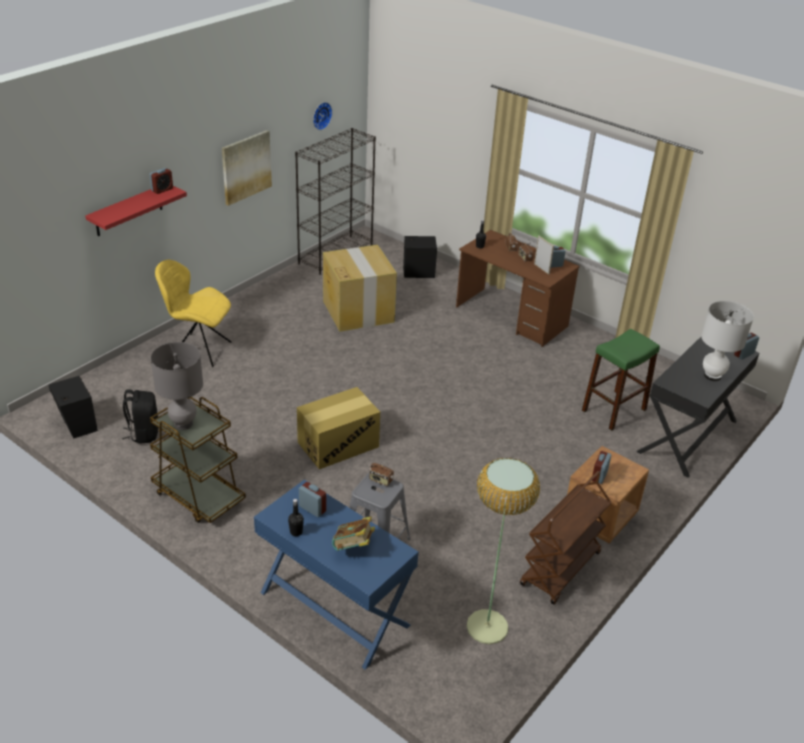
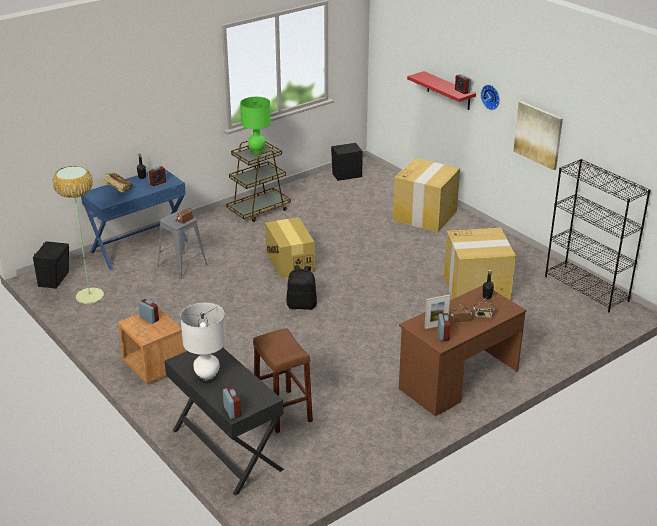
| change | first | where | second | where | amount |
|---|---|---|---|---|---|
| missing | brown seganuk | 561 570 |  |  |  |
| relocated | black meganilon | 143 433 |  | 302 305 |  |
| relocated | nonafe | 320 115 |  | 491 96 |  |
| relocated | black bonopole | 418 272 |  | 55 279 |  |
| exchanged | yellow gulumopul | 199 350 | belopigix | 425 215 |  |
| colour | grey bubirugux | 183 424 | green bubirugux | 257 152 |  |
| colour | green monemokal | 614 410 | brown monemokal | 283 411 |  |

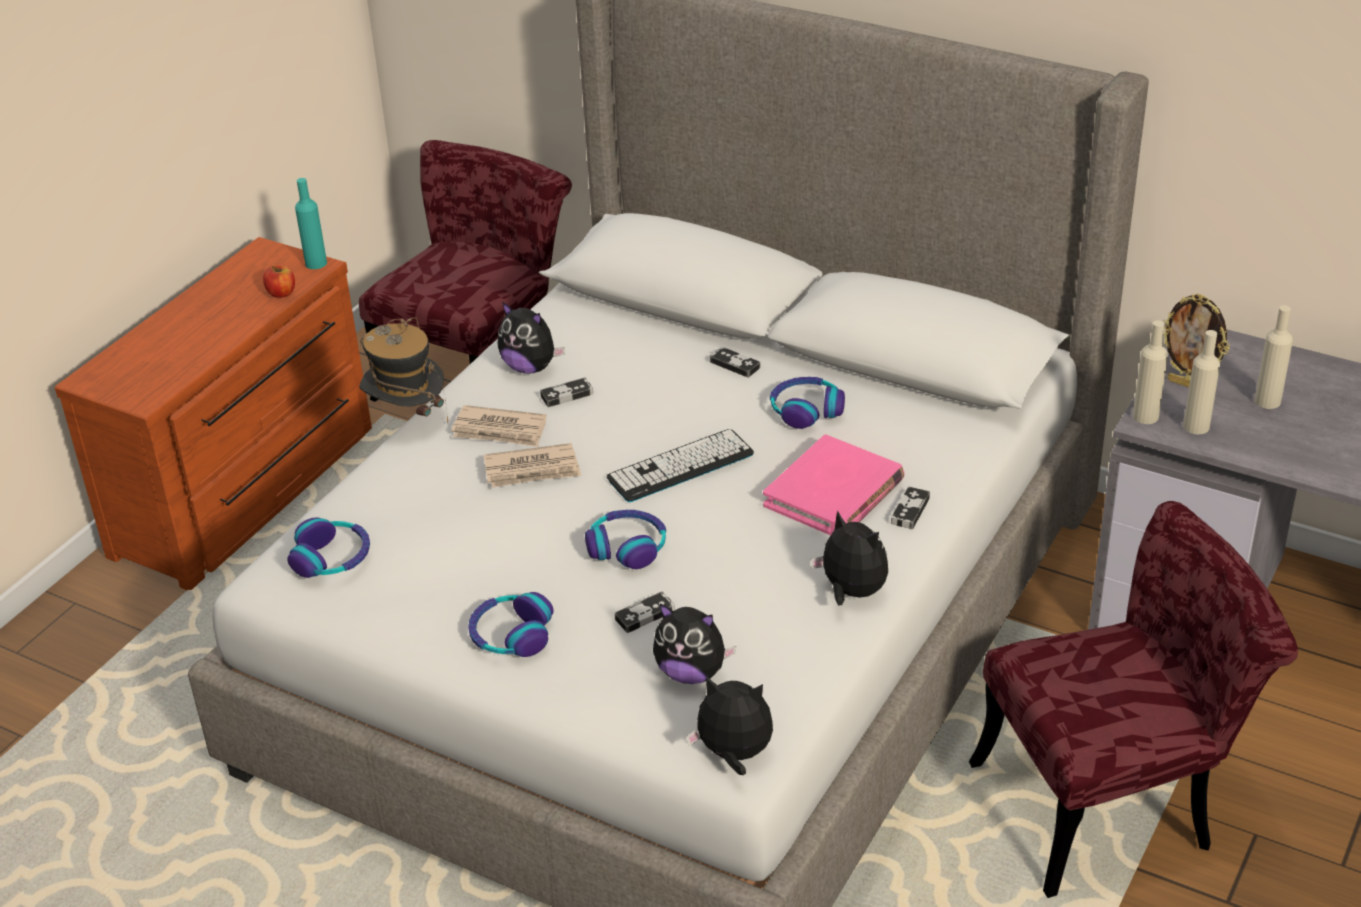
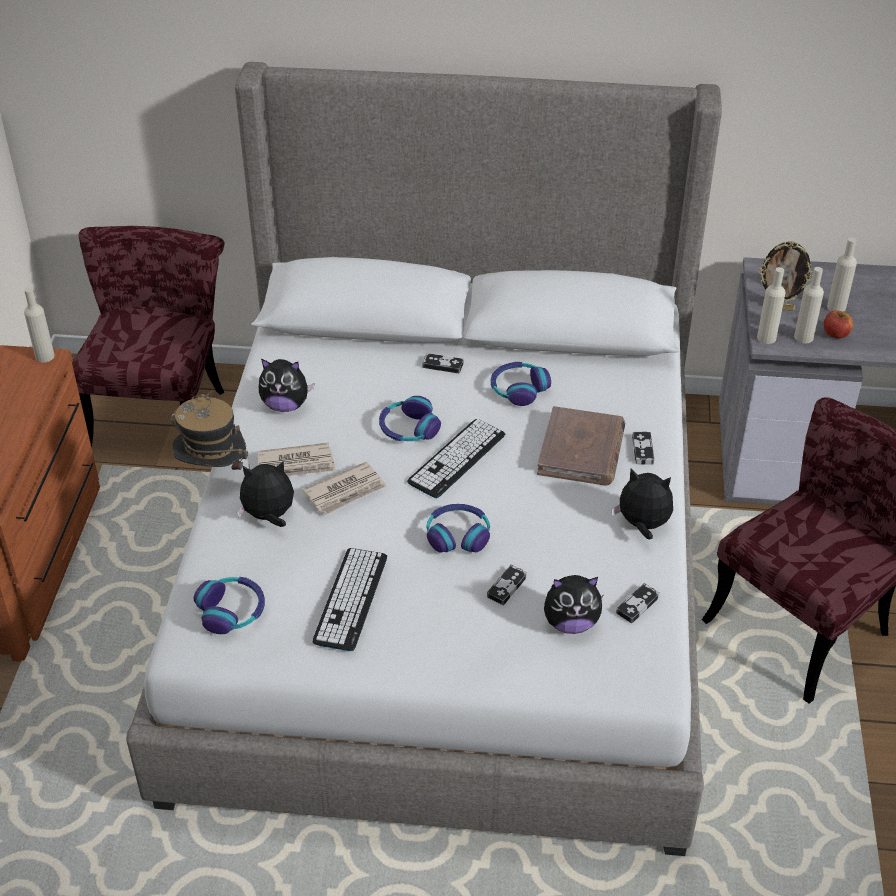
| change | first | where | second | where | amount |
|---|---|---|---|---|---|
| appeared |  |  | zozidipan | 351 599 |  |
| relocated | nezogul | 281 293 |  | 836 334 |  |
| relocated | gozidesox | 511 635 |  | 408 428 |  |
| relocated | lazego | 567 395 |  | 637 605 |  |
| relocated | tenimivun | 734 755 |  | 269 516 |  |
| colour | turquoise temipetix | 316 263 | beige temipetix | 45 356 |  |
| colour | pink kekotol | 834 493 | brown kekotol | 581 450 |  |

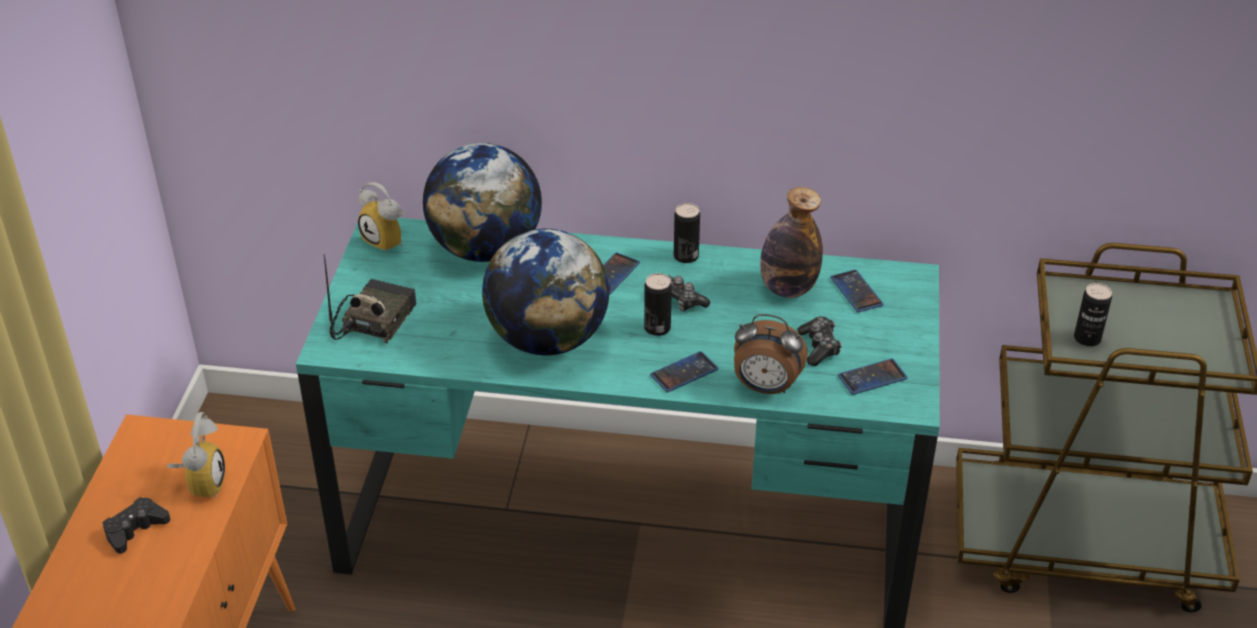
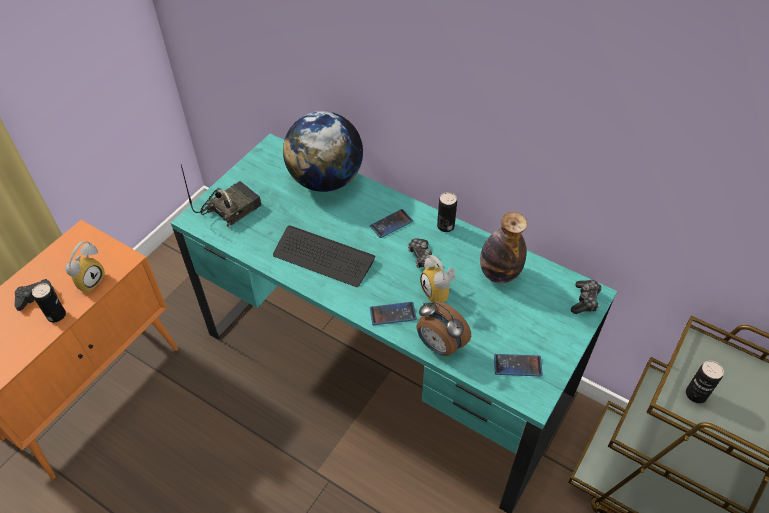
| change | first | where | second | where | amount |
|---|---|---|---|---|---|
| missing | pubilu | 856 292 |  |  |  |
| relocated | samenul | 388 240 |  | 440 293 |  |
| relocated | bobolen | 657 328 |  | 56 315 |  |
| relocated | lazego | 819 347 |  | 585 300 |  |
| exchanged | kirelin | 548 339 | zozidipan | 323 257 |  |

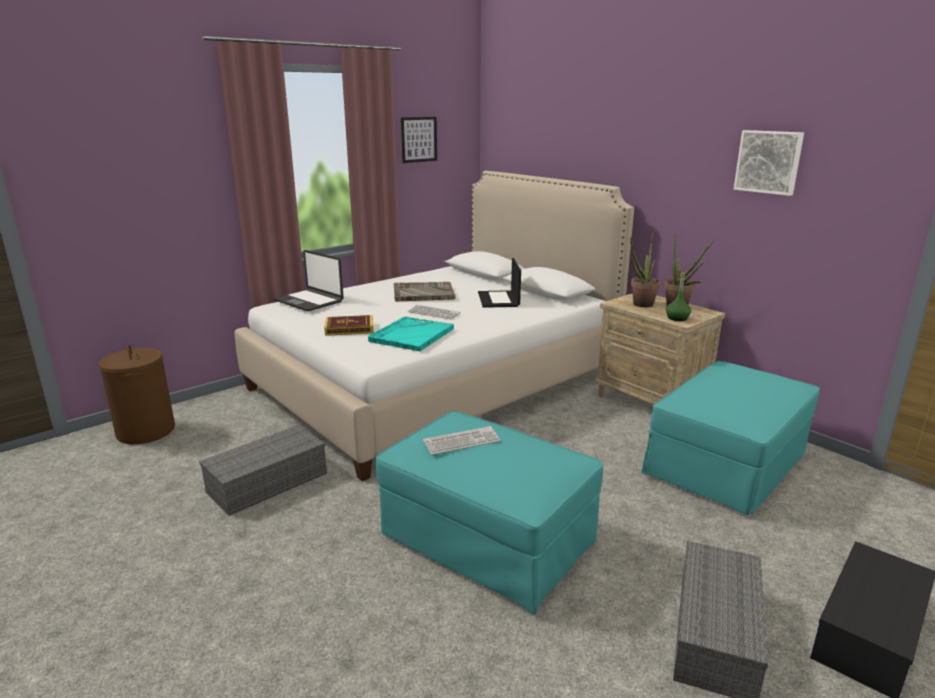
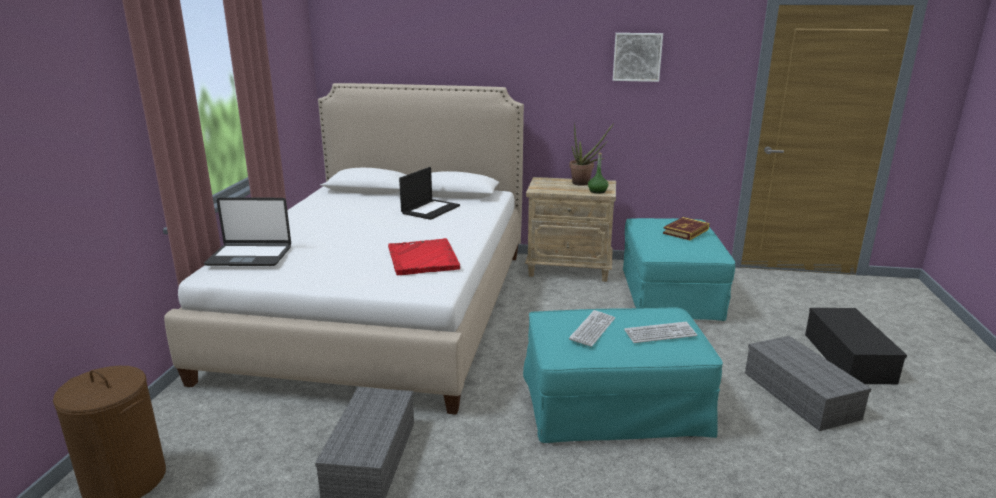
| change | first | where | second | where | amount |
|---|---|---|---|---|---|
| missing | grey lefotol | 423 293 |  |  |  |
| missing | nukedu | 419 139 |  |  |  |
| missing | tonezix | 640 305 |  |  |  |
| relocated | kekotol | 349 328 |  | 685 231 |  |
| relocated | zozidipan | 434 313 |  | 660 333 |  |
| colour | turquoise lefotol | 411 335 | red lefotol | 423 259 |  |
| spun | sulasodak | 499 299 |  | 430 209 | 105 degrees counterclockwise |

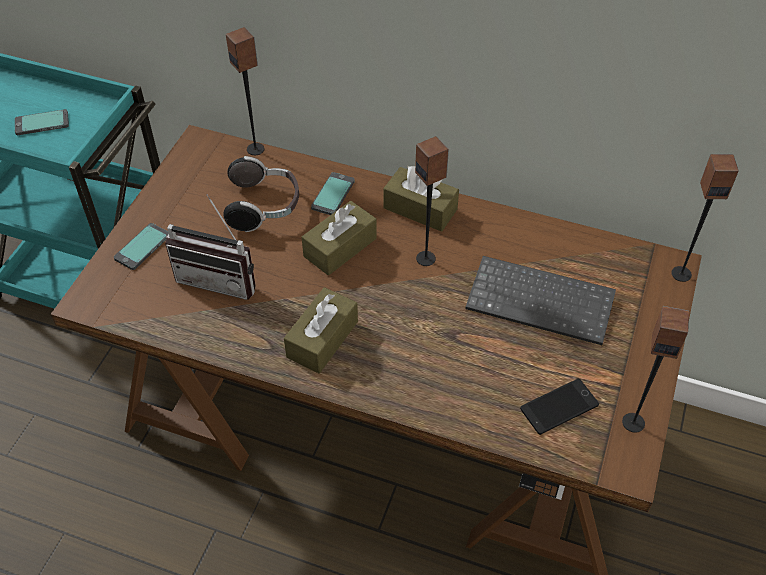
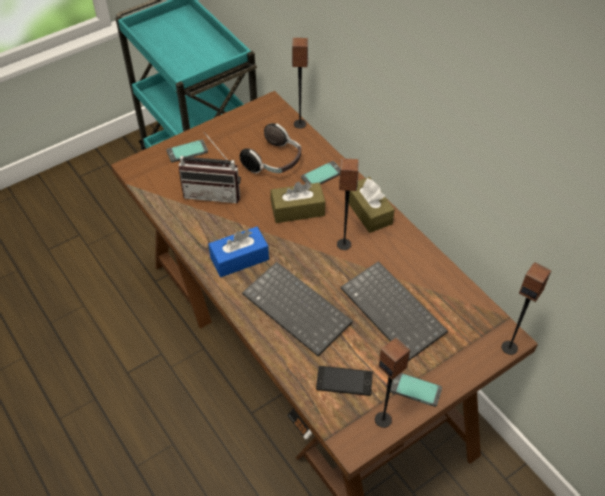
| change | first | where | second | where | amount |
|---|---|---|---|---|---|
| appeared |  |  | zozidipan | 299 309 |  |
| relocated | pubilu | 42 123 |  | 415 390 |  |
| colour | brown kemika | 322 339 | blue kemika | 239 258 |  |
| spun | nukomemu | 220 278 |  | 214 192 | 45 degrees counterclockwise |

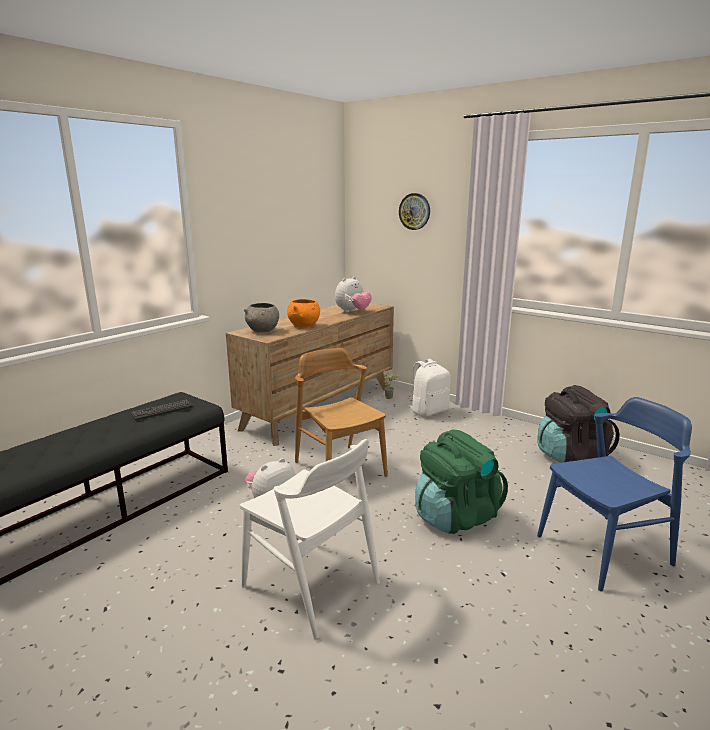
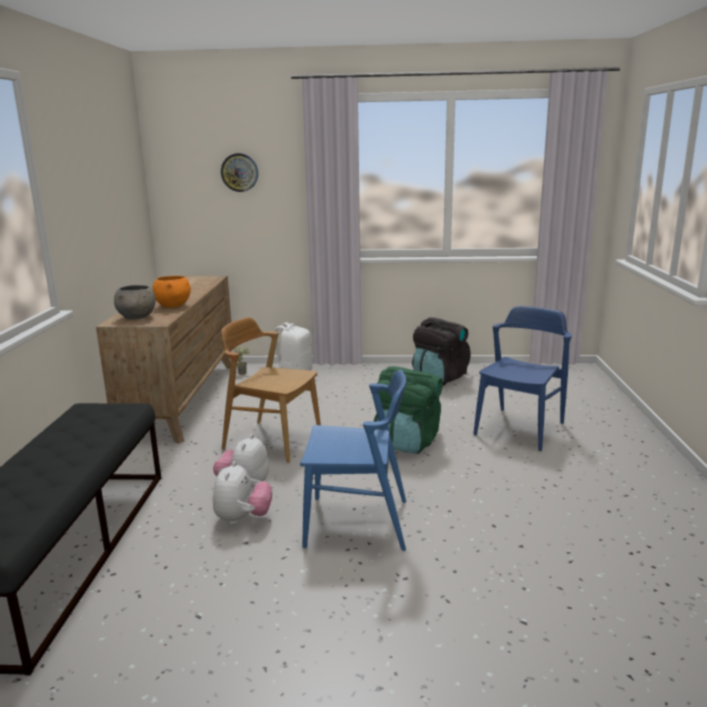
| change | first | where | second | where | amount |
|---|---|---|---|---|---|
| missing | zozidipan | 162 410 |  |  |  |
| relocated | tenimivun | 352 312 |  | 243 519 |  |
| colour | white gulumopul | 311 585 | blue gulumopul | 357 523 |  |

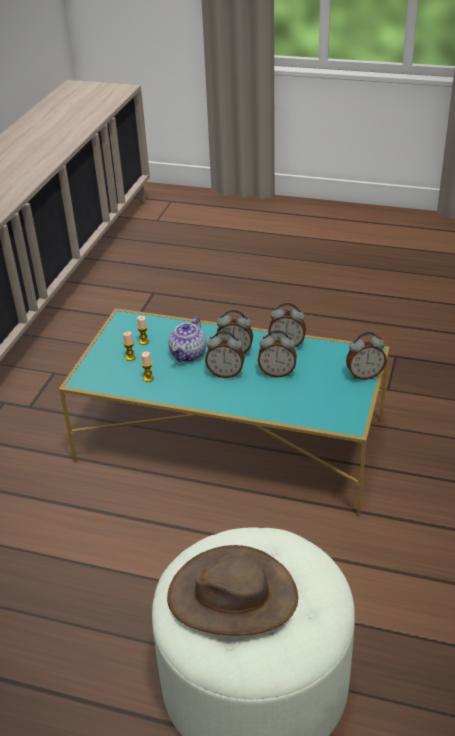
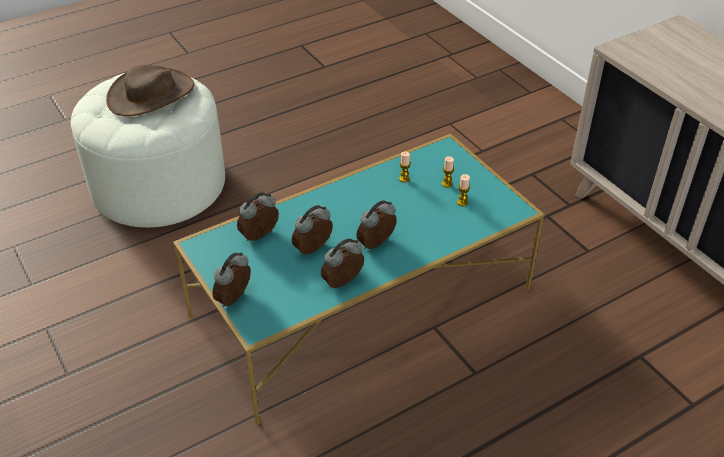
| change | first | where | second | where | amount |
|---|---|---|---|---|---|
| missing | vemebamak | 188 354 |  |  |  |
| relocated | samenul | 225 373 |  | 260 236 |  |

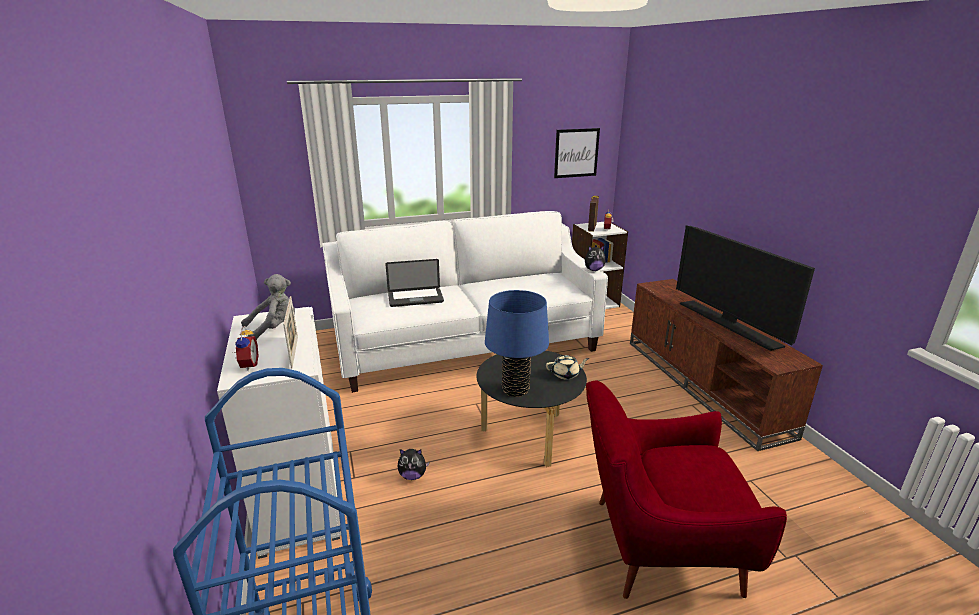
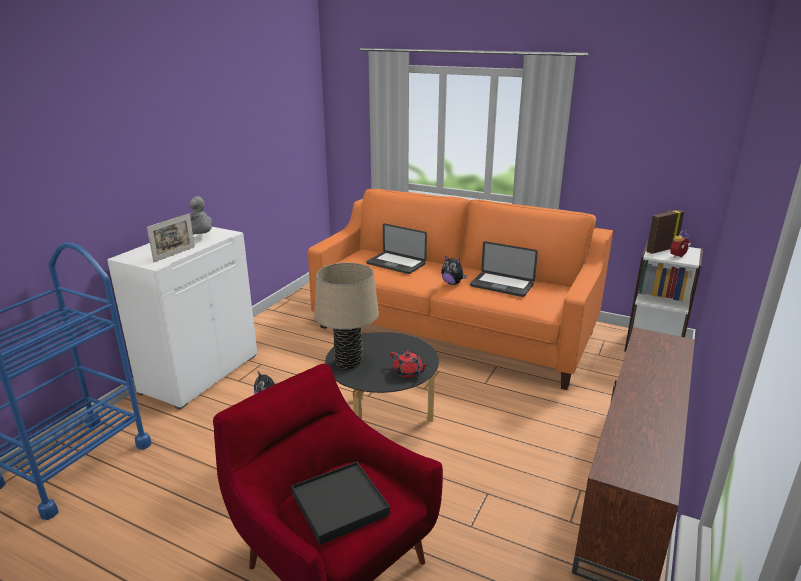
| change | first | where | second | where | amount |
|---|---|---|---|---|---|
| missing | samenul | 247 366 |  |  |  |
| missing | nukedu | 576 153 |  |  |  |
| missing | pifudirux | 729 324 |  |  |  |
| appeared |  |  | black lefotol | 340 504 |  |
| appeared |  |  | sulasodak | 501 285 |  |
| relocated | tenimivun | 593 270 |  | 452 283 |  |
| colour | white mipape | 464 344 | orange mipape | 453 329 |  |
| colour | blue bubirugux | 515 390 | beige bubirugux | 348 363 |  |
| colour | beige vemebamak | 566 374 | red vemebamak | 408 372 |  |

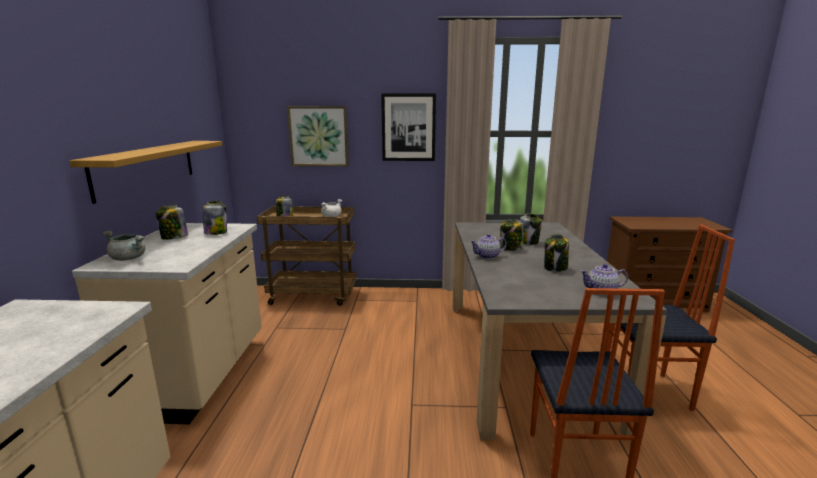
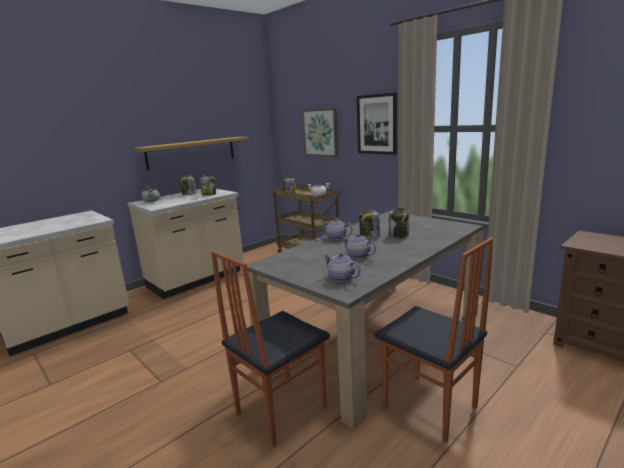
| change | first | where | second | where | amount |
|---|---|---|---|---|---|
| exchanged | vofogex | 555 268 | vemebamak | 358 256 |  |

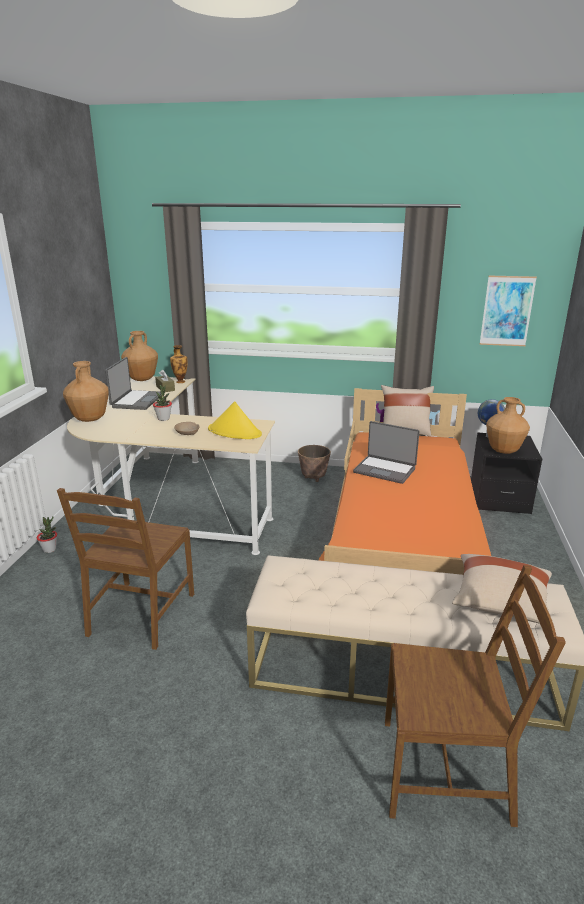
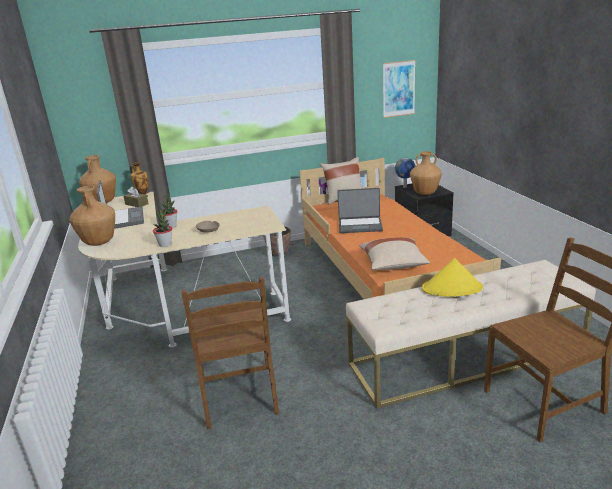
| change | first | where | second | where | amount |
|---|---|---|---|---|---|
| relocated | tonezix | 49 549 |  | 165 244 |  |
| relocated | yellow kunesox | 235 432 |  | 452 288 |  |
| relocated | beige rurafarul | 500 602 |  | 393 264 |  |

